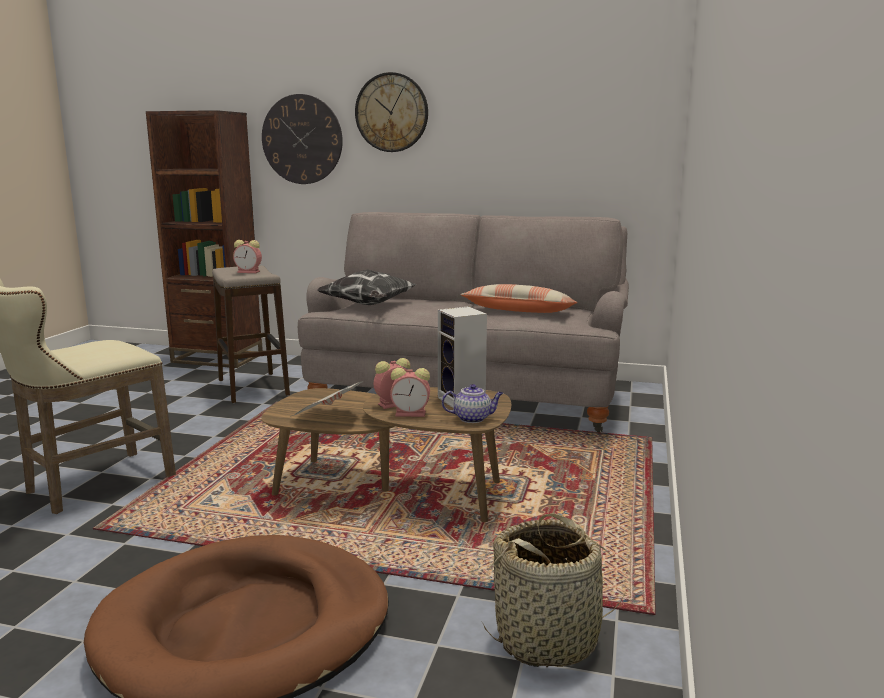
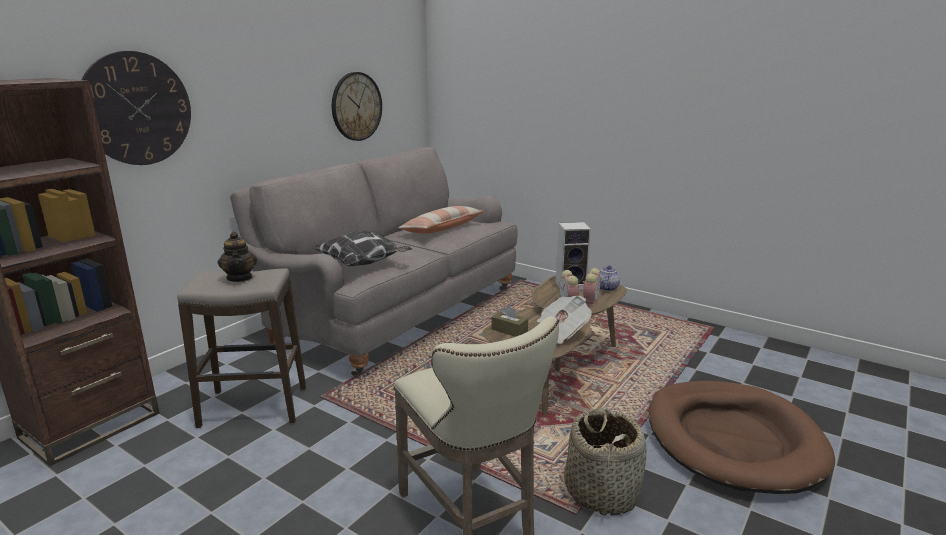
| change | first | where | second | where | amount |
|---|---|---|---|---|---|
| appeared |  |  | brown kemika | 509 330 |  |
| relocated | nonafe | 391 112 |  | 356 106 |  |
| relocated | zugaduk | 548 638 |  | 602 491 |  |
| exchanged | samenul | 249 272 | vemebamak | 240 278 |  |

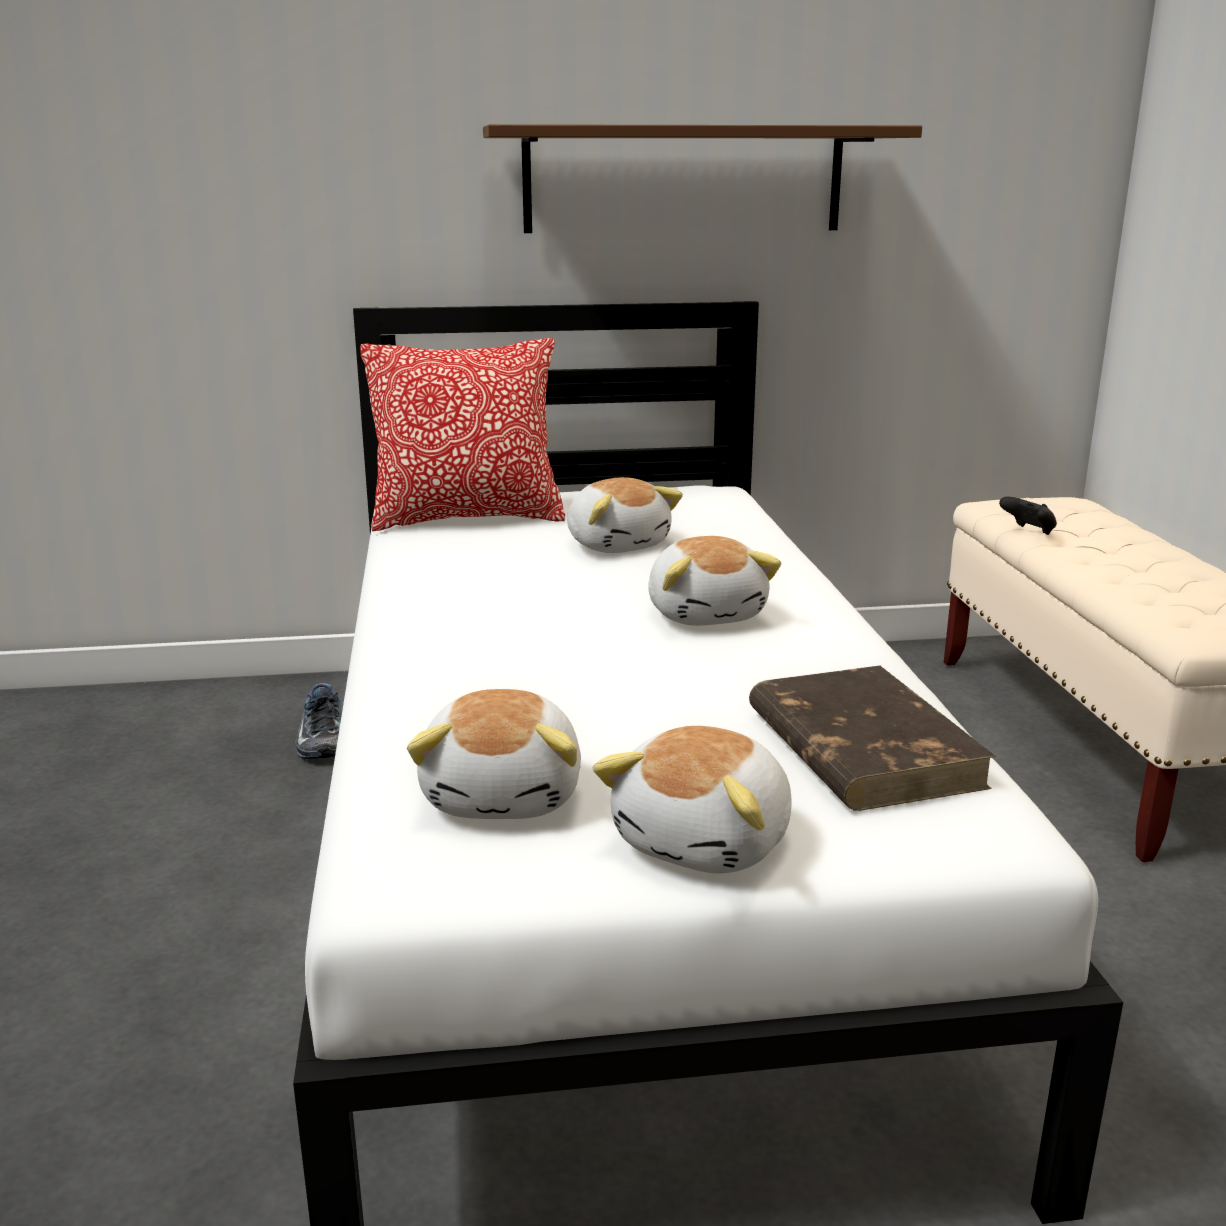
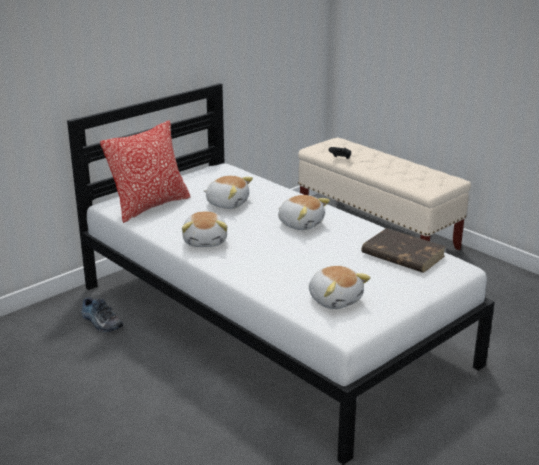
| change | first | where | second | where | amount |
|---|---|---|---|---|---|
| missing | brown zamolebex | 683 179 |  |  |  |
| relocated | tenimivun | 707 841 |  | 206 241 |  |

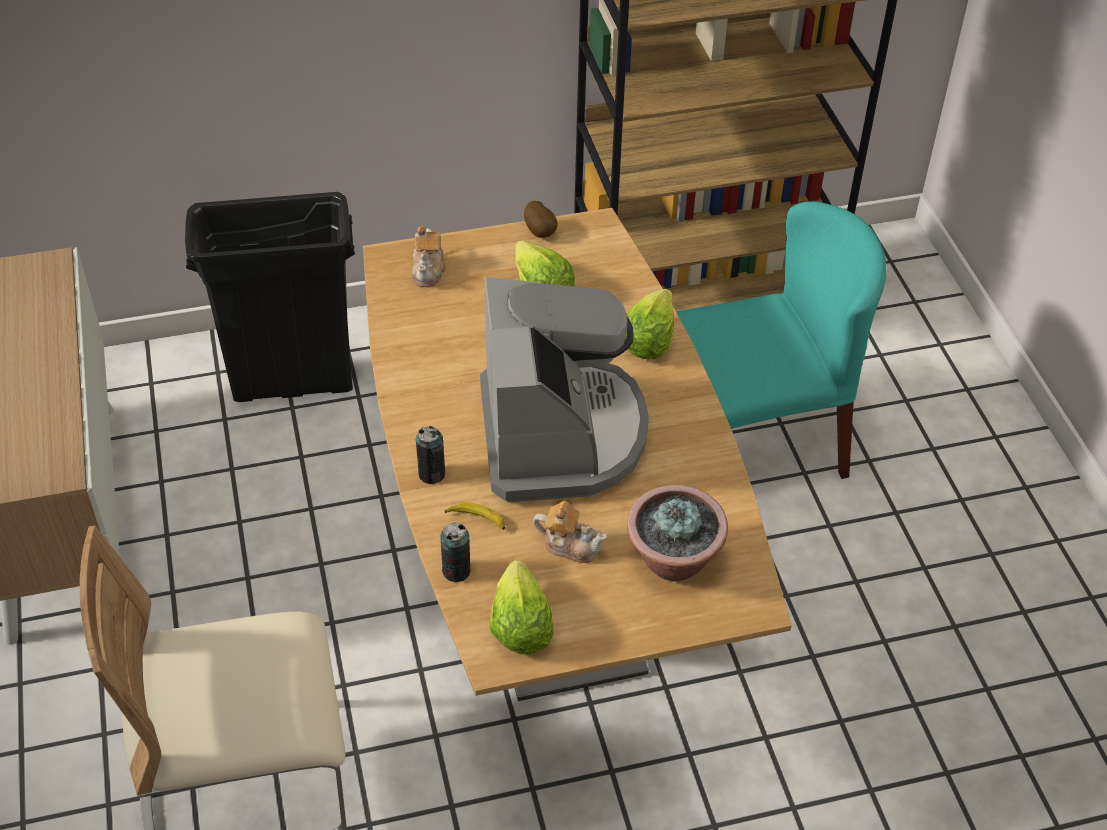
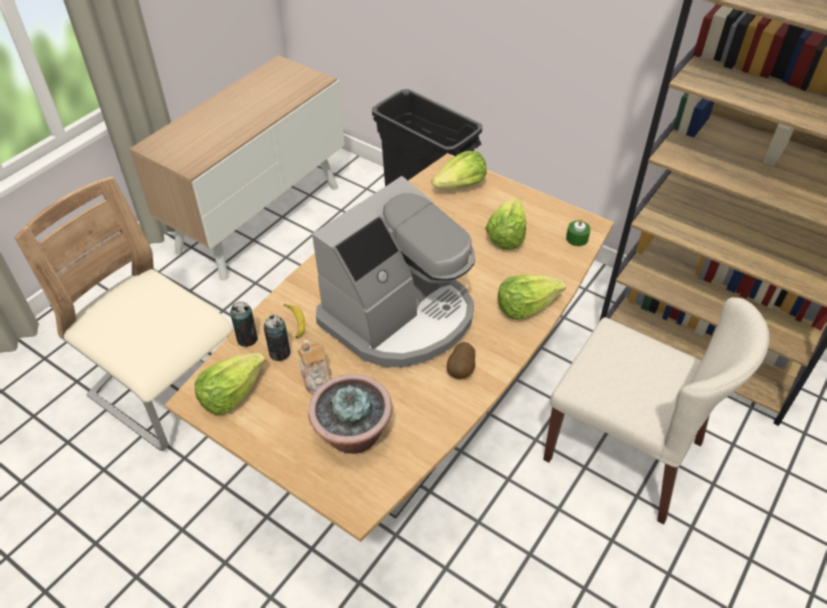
| change | first | where | second | where | amount |
|---|---|---|---|---|---|
| appeared |  |  | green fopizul | 577 238 |  |
| relocated | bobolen | 432 474 |  | 280 353 |  |
| relocated | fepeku | 541 232 |  | 461 370 |  |
| exchanged | vemebamak | 428 270 | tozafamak | 461 186 |  |
| colour | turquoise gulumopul | 751 443 | beige gulumopul | 625 451 |  |

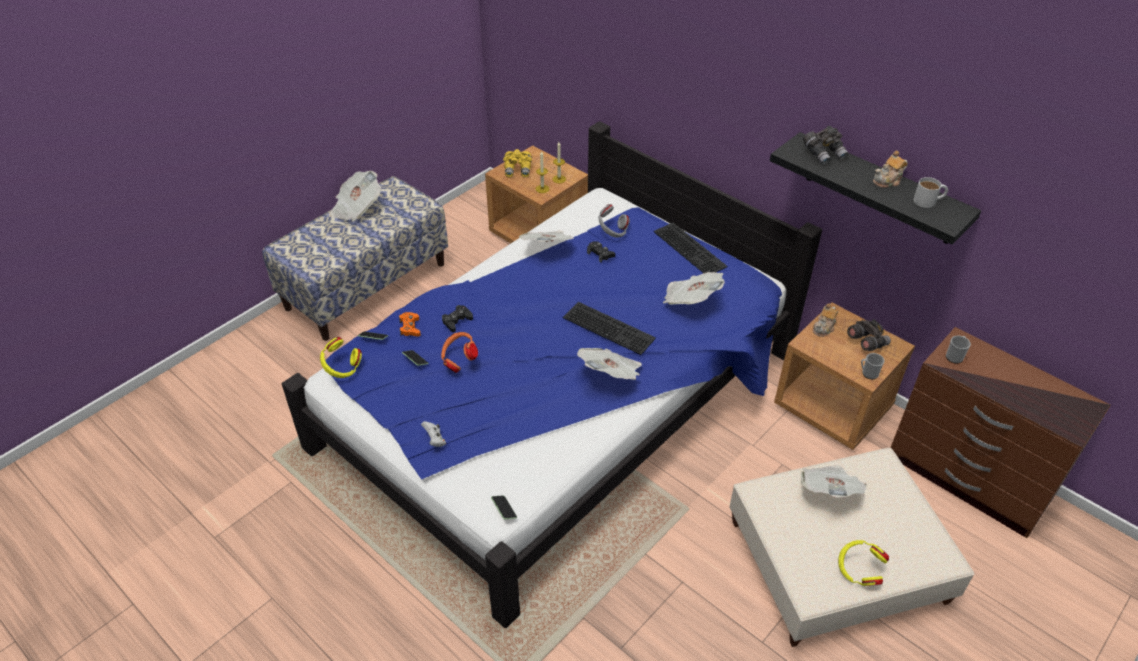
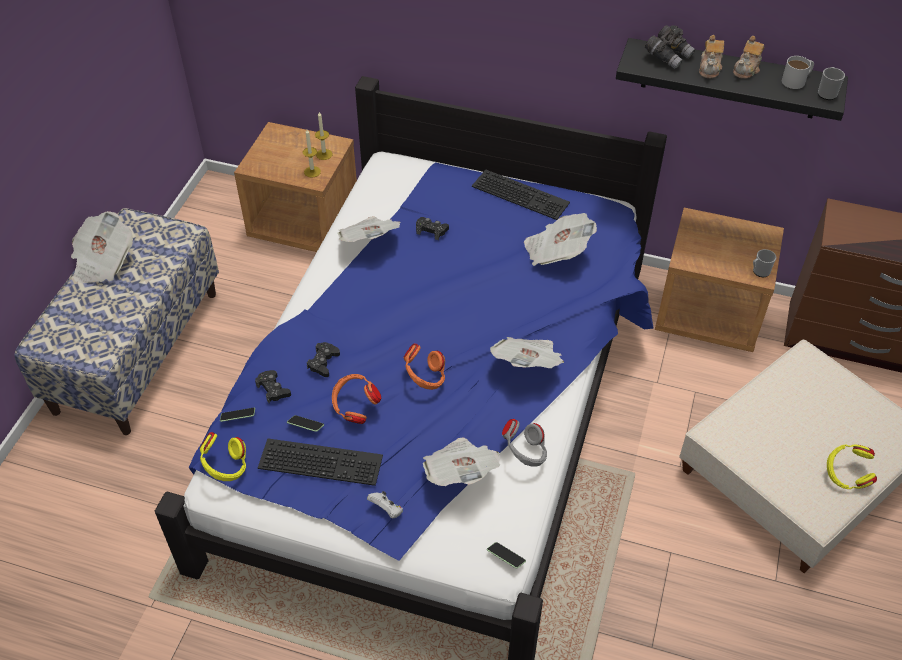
| change | first | where | second | where | amount |
|---|---|---|---|---|---|
| missing | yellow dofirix | 518 170 |  |  |  |
| missing | grey dofirix | 866 342 |  |  |  |
| appeared |  |  | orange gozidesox | 425 378 |  |
| relocated | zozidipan | 610 327 |  | 322 460 |  |
| relocated | grey gozidesox | 612 232 |  | 525 454 |  |
| relocated | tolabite | 829 491 |  | 460 473 |  |
| relocated | vemebamak | 824 328 |  | 710 68 |  |
| relocated | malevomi | 955 356 |  | 827 92 |  |
| colour | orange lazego | 410 328 | black lazego | 273 389 |  |

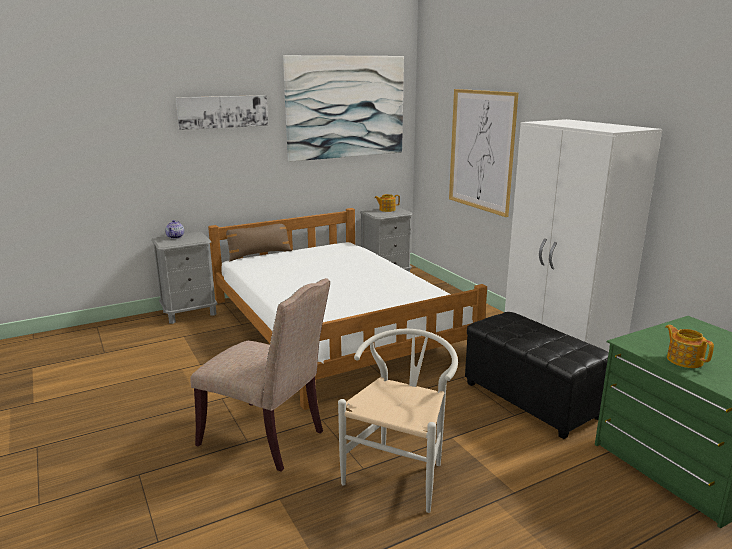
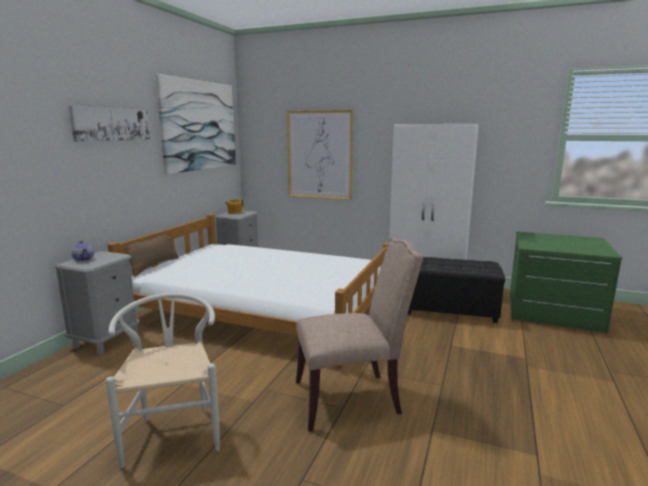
| change | first | where | second | where | amount |
|---|---|---|---|---|---|
| missing | vemebamak | 684 360 |  |  |  |
| relocated | white gulumopul | 400 472 |  | 174 430 |  |

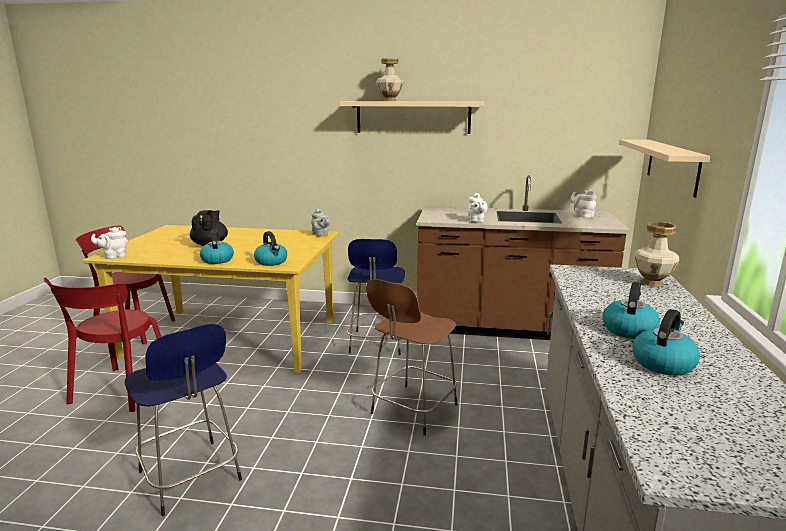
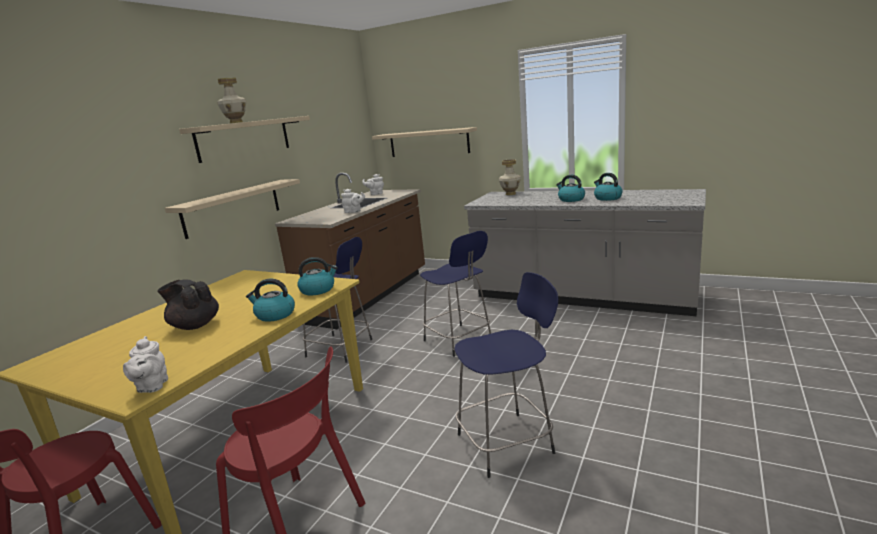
| change | first | where | second | where | amount |
|---|---|---|---|---|---|
| missing | grey vemebamak | 321 234 |  |  |  |
| appeared |  |  | beige zamolebex | 232 207 |  |
| colour | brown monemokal | 412 410 | blue monemokal | 459 340 |  |

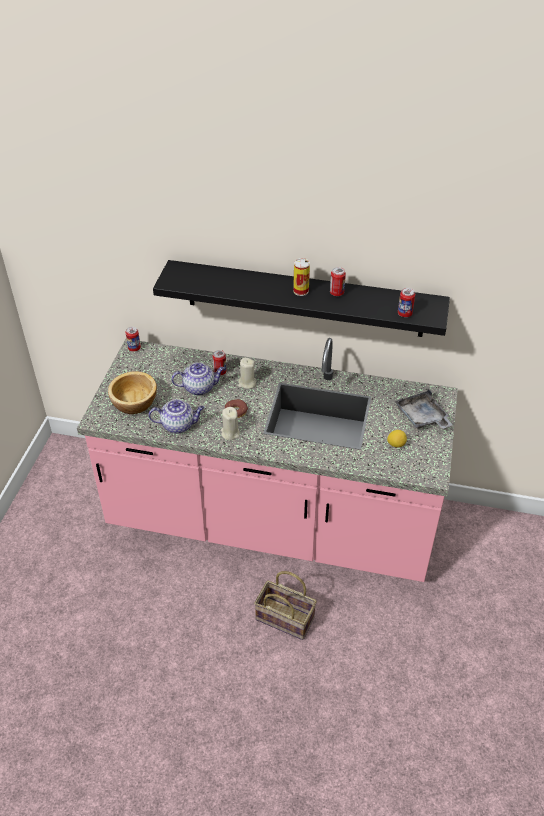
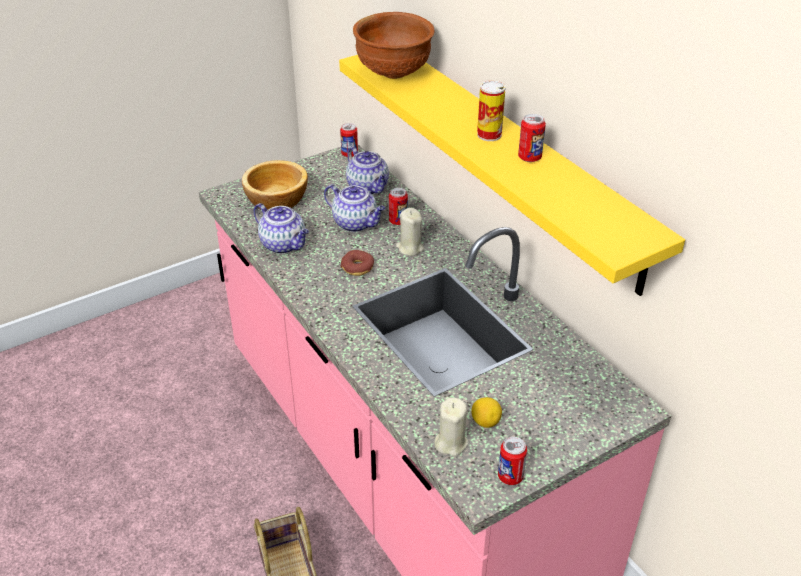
| change | first | where | second | where | amount |
|---|---|---|---|---|---|
| missing | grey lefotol | 422 417 |  |  |  |
| appeared |  |  | vemebamak | 368 188 |  |
| appeared |  |  | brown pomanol | 394 73 |  |
| relocated | beige fopizul | 230 433 |  | 450 442 |  |
| relocated | bobolen | 404 314 |  | 510 476 |  |
| colour | black zamolebex | 304 299 | yellow zamolebex | 515 161 |  |

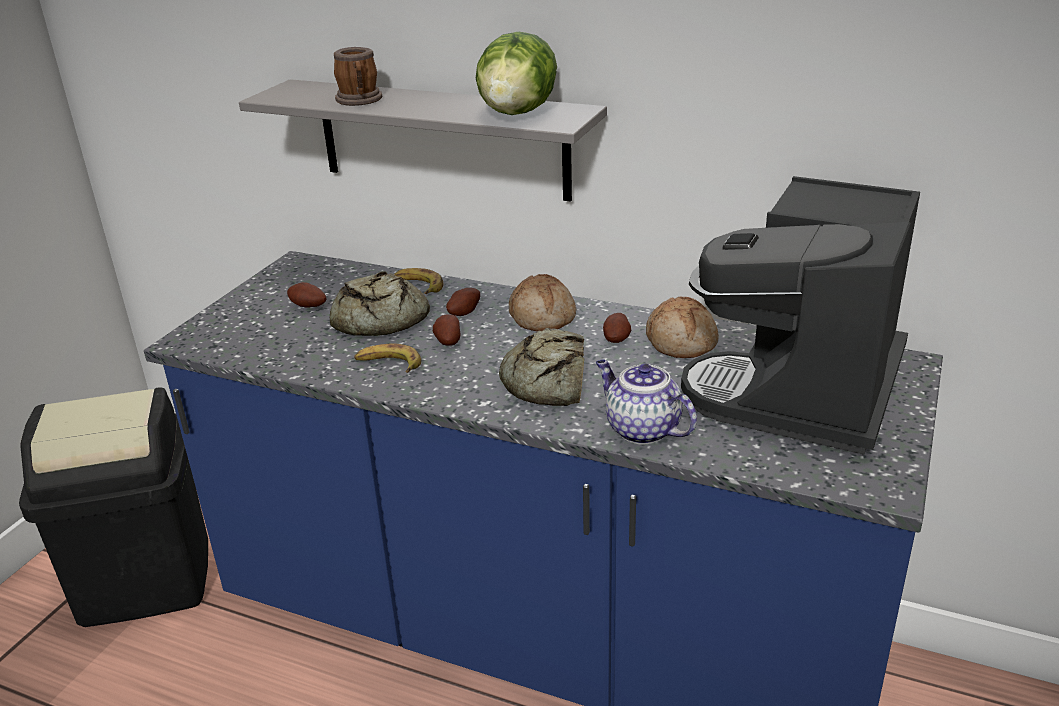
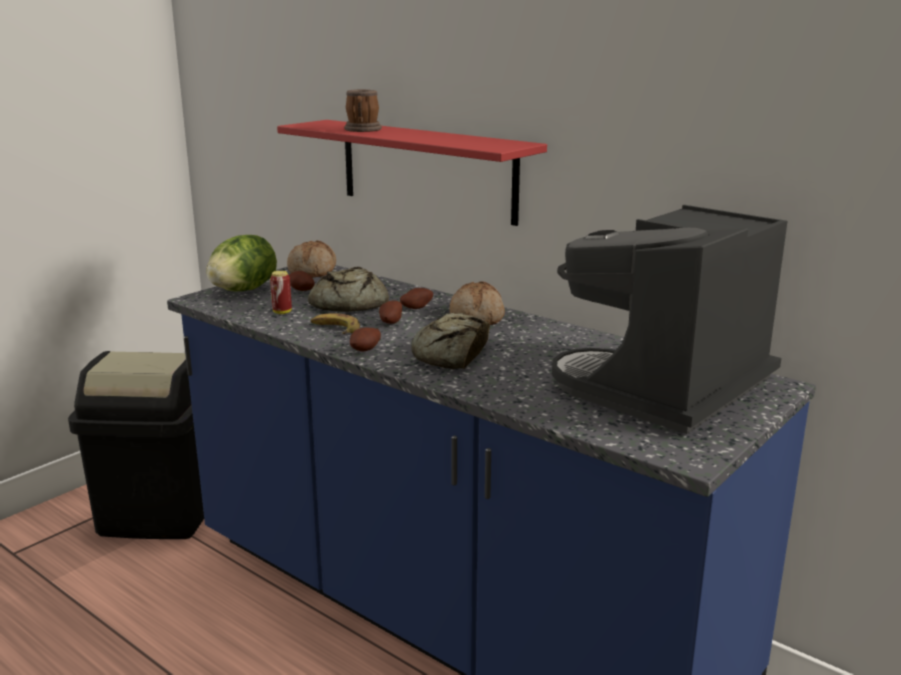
| change | first | where | second | where | amount |
|---|---|---|---|---|---|
| missing | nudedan | 418 286 |  |  |  |
| missing | vemebamak | 641 429 |  |  |  |
| appeared |  |  | bobolen | 282 312 |  |
| relocated | tozafamak | 517 113 |  | 243 290 |  |
| relocated | fepeku | 617 340 |  | 366 350 |  |
| relocated | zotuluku | 681 341 |  | 313 271 |  |
| colour | grey zamolebex | 442 139 | red zamolebex | 426 170 |  |

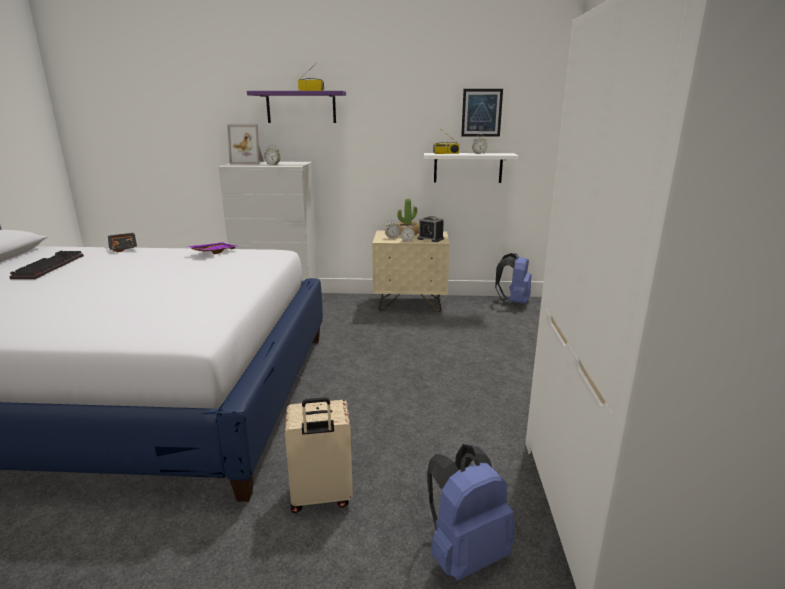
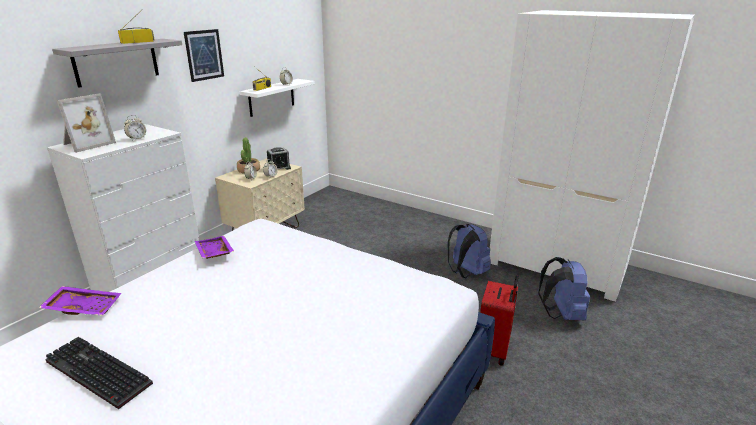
| change | first | where | second | where | amount |
|---|---|---|---|---|---|
| relocated | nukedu | 481 112 |  | 204 55 |  |
| relocated | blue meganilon | 514 302 |  | 466 272 |  |
| colour | black lefotol | 124 247 | purple lefotol | 84 307 |  |
| colour | purple zamolebex | 301 107 | grey zamolebex | 116 62 |  |
| colour | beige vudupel | 321 497 | red vudupel | 494 350 |  |

